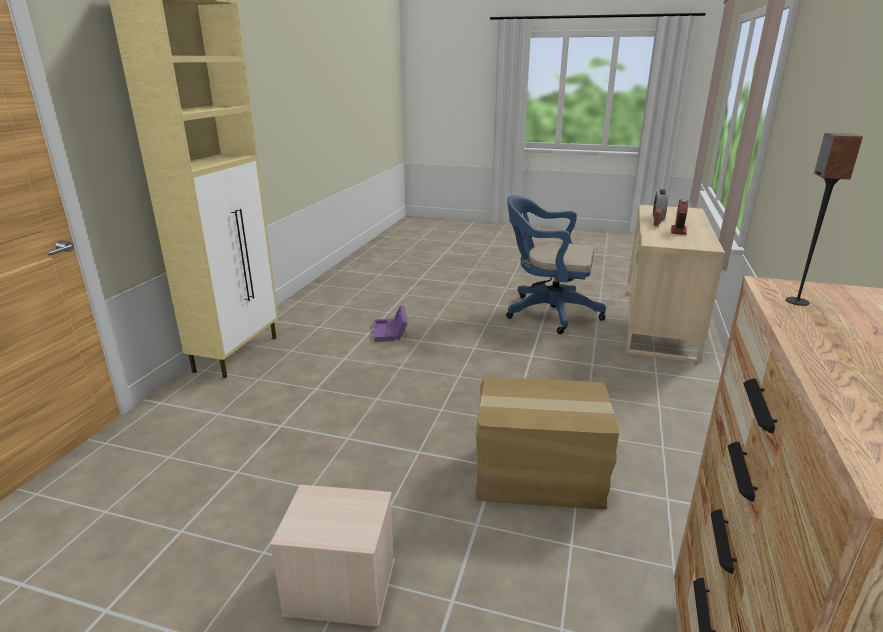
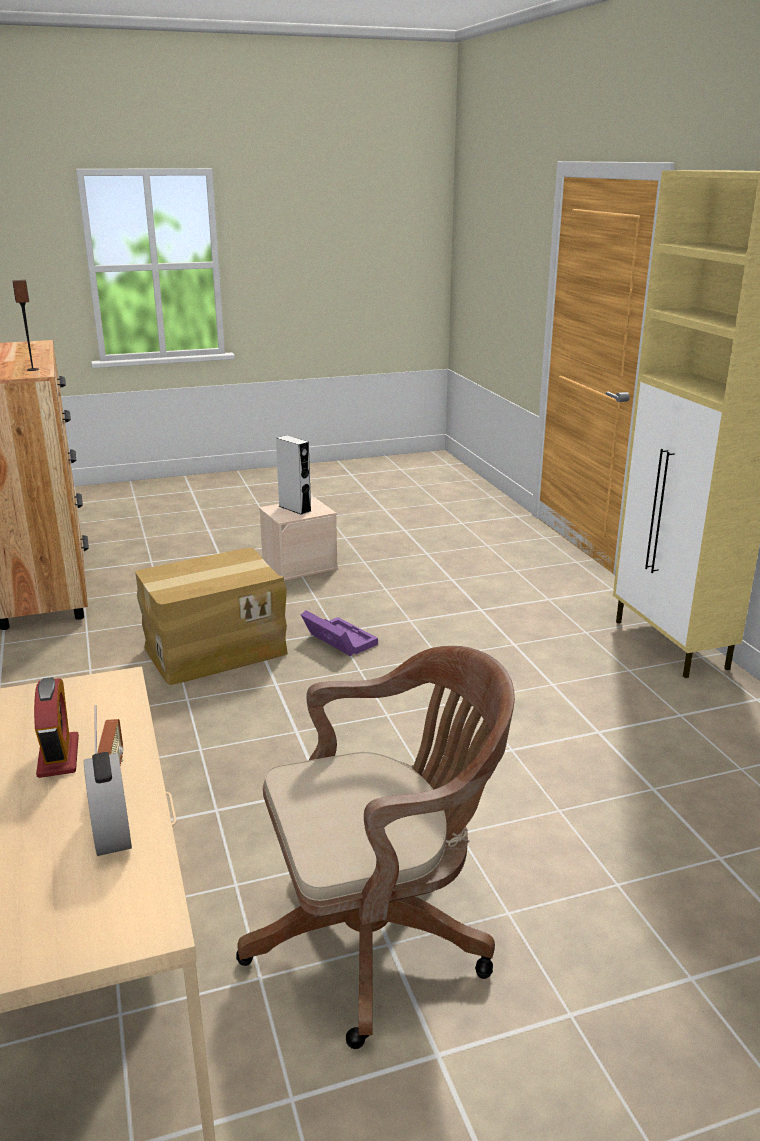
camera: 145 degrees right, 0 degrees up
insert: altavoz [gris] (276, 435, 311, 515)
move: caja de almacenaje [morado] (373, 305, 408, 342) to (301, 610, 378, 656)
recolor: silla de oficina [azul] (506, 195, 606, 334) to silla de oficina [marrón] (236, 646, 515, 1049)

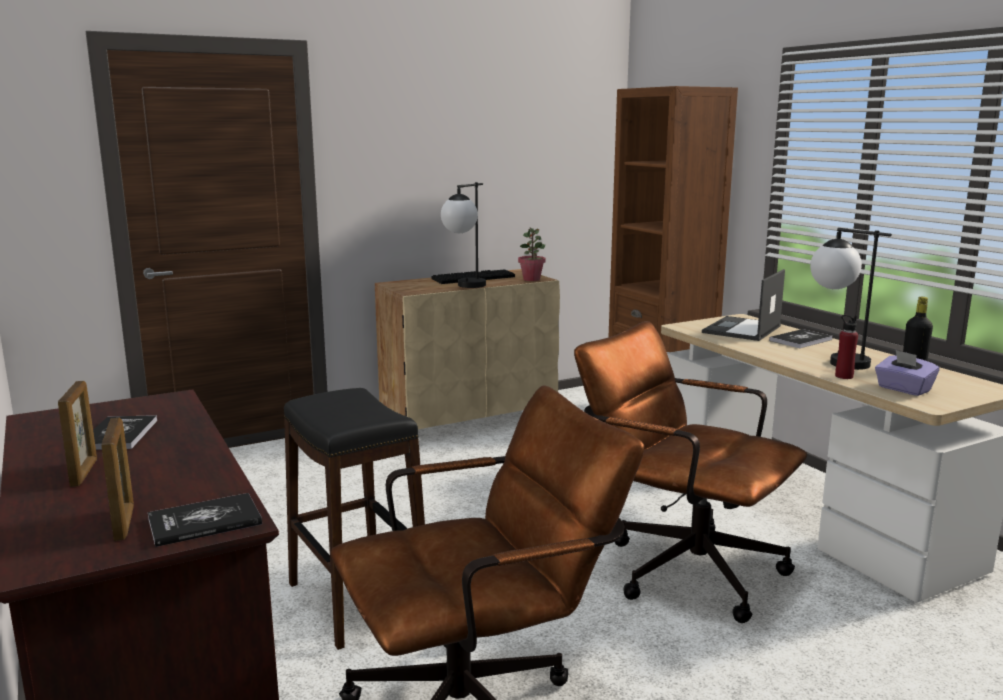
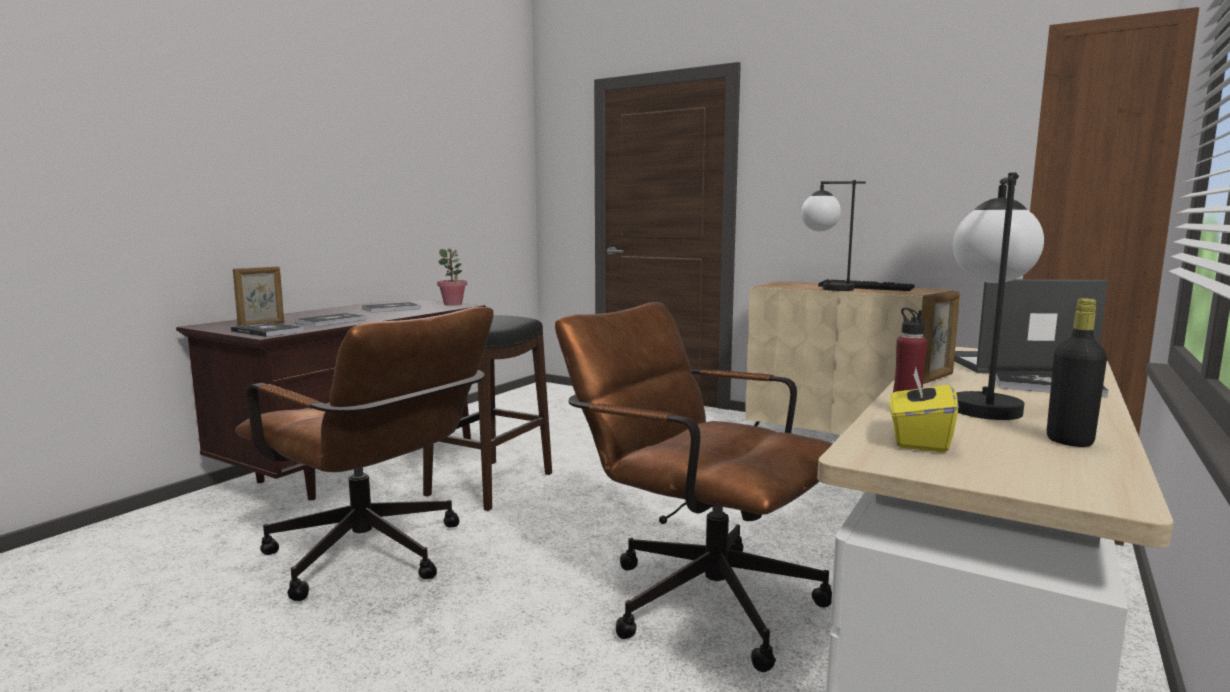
camera: 60 degrees right, 5 degrees down
insert: libro (295, 313, 366, 327)
move: planta en maceta (518, 228, 546, 281) to (437, 248, 467, 306); portarretratos (58, 381, 97, 487) to (922, 291, 960, 384)
recolor: caja de pañuelos [morado] (875, 350, 939, 396) to caja de pañuelos [amarillo] (890, 366, 958, 453)
rotate: silla de oficina [marrón] (574, 321, 807, 623) = (555, 302, 833, 672) 60 degrees counterclockwise

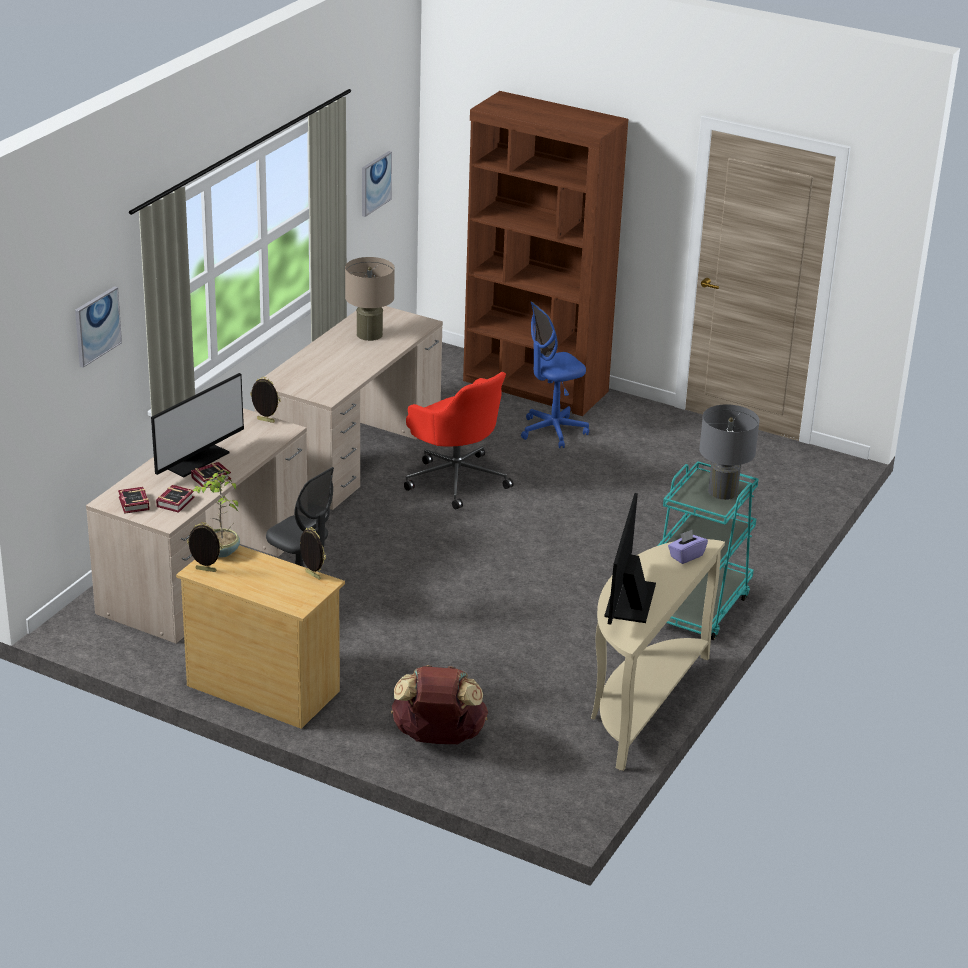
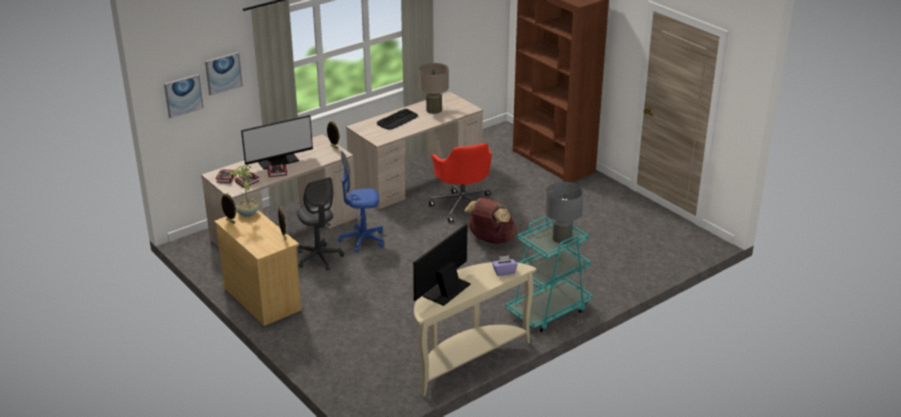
camera: 25 degrees right, 0 degrees up
insert: teclado (377, 109, 418, 130)
move: cuadro (362, 151, 392, 217) to (164, 74, 203, 118); silla de oficina [azul] (521, 301, 589, 448) to (338, 151, 384, 253); mochila [marrón] (391, 665, 488, 744) to (464, 198, 517, 244)

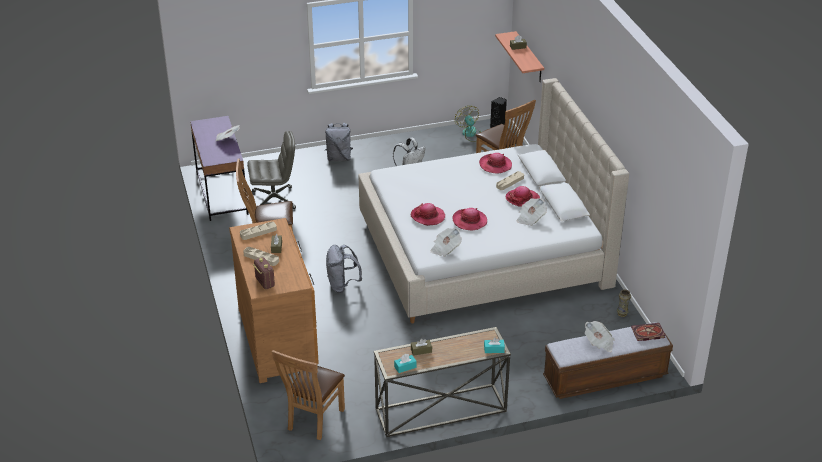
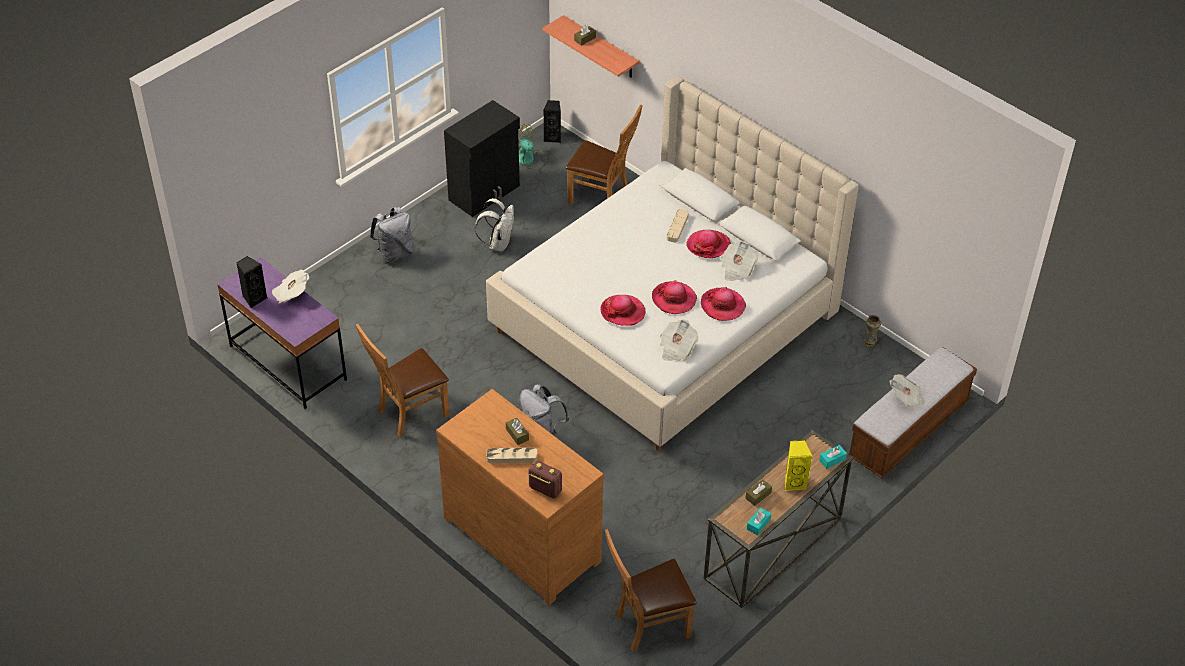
camera: 30 degrees left, 10 degrees up
delete: silla de oficina [gris] (247, 131, 296, 209); bandeja [beis] (240, 222, 277, 240); libro (631, 323, 666, 341)
insert: armario [negro] (444, 100, 520, 217); altavoz [negro] (236, 256, 267, 308); altavoz [amarillo] (785, 440, 812, 491)
move: sombrero (479, 153, 512, 174) to (701, 287, 746, 321)
rotate: silla [marrón] (272, 350, 345, 440) = (605, 529, 697, 652) 75 degrees clockwise

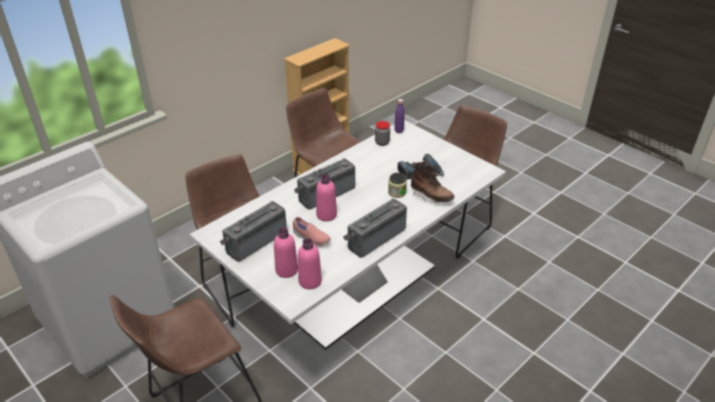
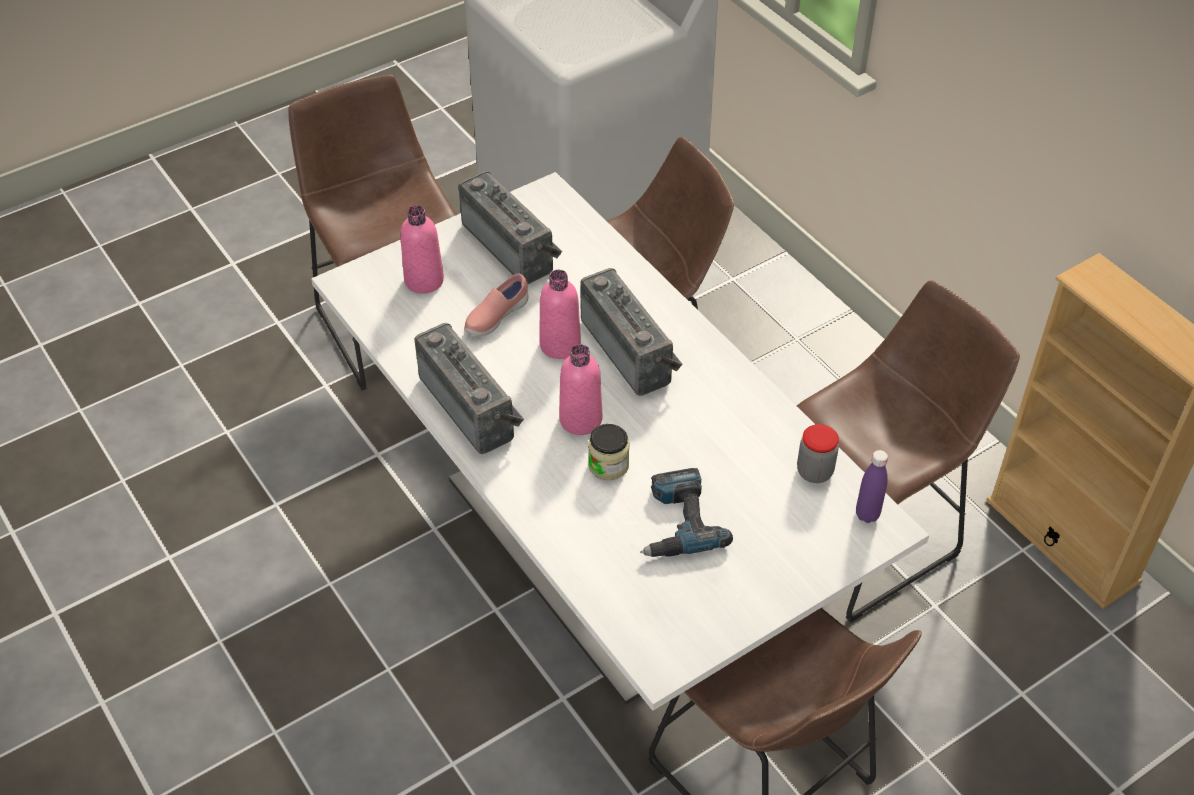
camera: 100 degrees right, 10 degrees up
delete: bota [marrón] (411, 162, 455, 203)
move: botella [rosa] (298, 238, 322, 289) to (559, 344, 602, 435)

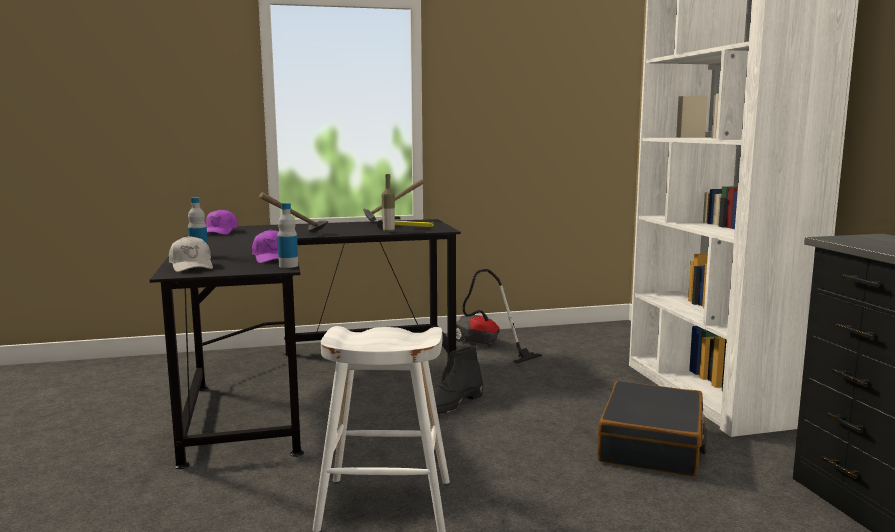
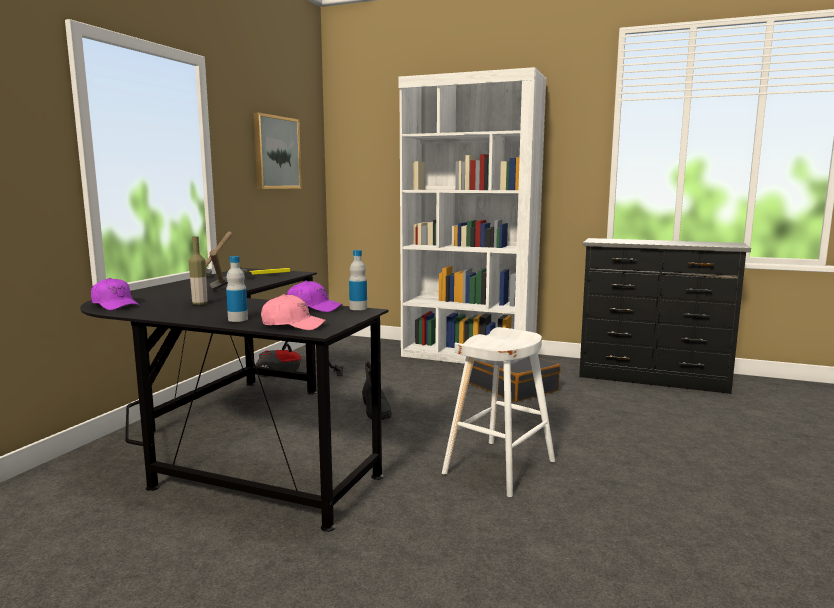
camera: 55 degrees left, 0 degrees up
insert: cuadro (254, 112, 302, 189)
move: botella (382, 174, 395, 232) to (189, 236, 207, 305)
recolor: gorra [blanco] (169, 236, 213, 272) to gorra [rosa] (261, 294, 326, 330)

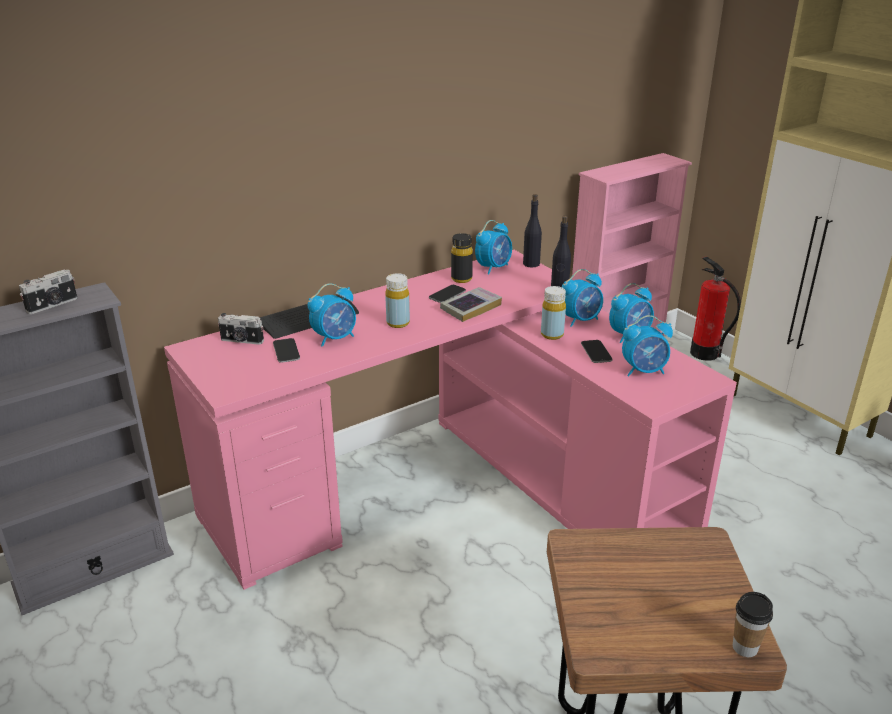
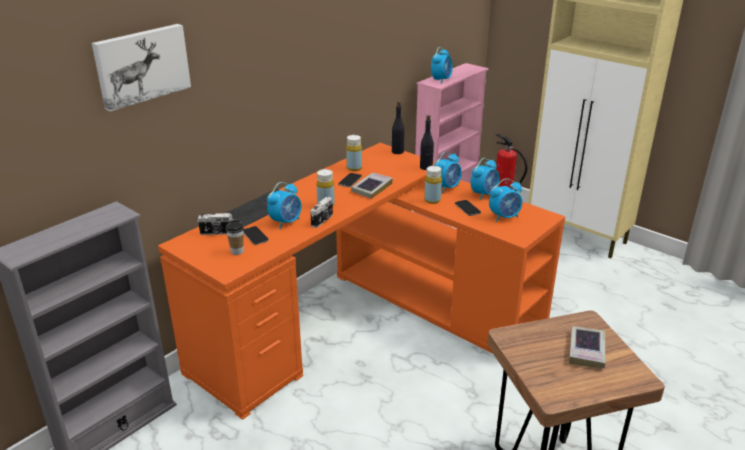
camera: 15 degrees left, 0 degrees up
insert: cuadro (92, 24, 191, 111); libro (569, 326, 605, 368)
move: despertador (475, 220, 512, 274) to (431, 47, 453, 84); cámara (19, 269, 77, 314) to (310, 197, 333, 228); taza (733, 592, 773, 657) to (225, 220, 244, 255)
recolor: botella [negro] (451, 233, 473, 283) to botella [amarillo] (346, 135, 362, 171); escritorio [rosa] (164, 250, 737, 590) to escritorio [naranja] (158, 143, 565, 420)

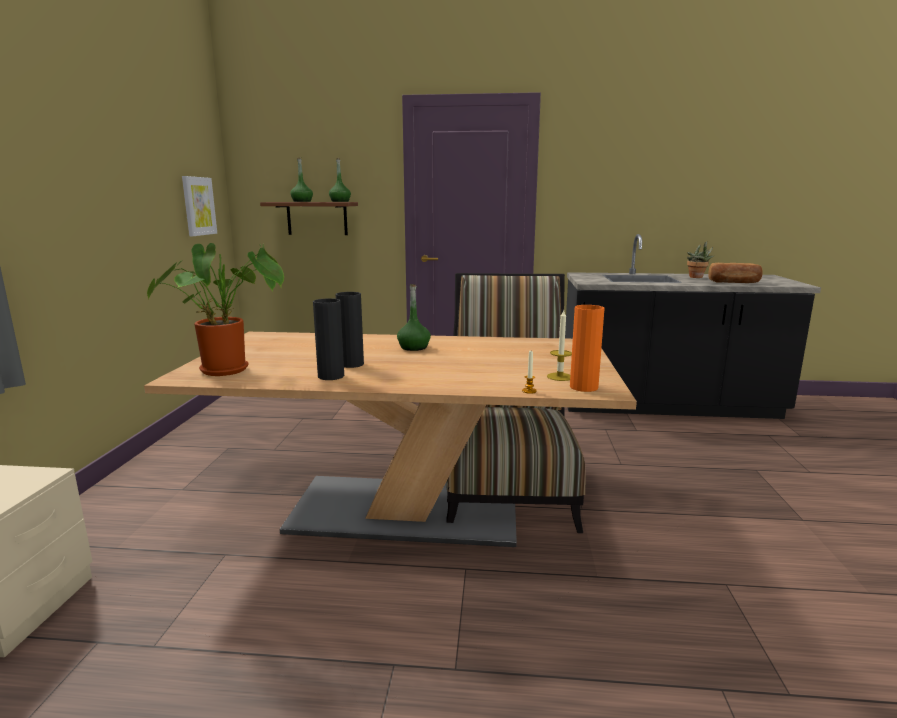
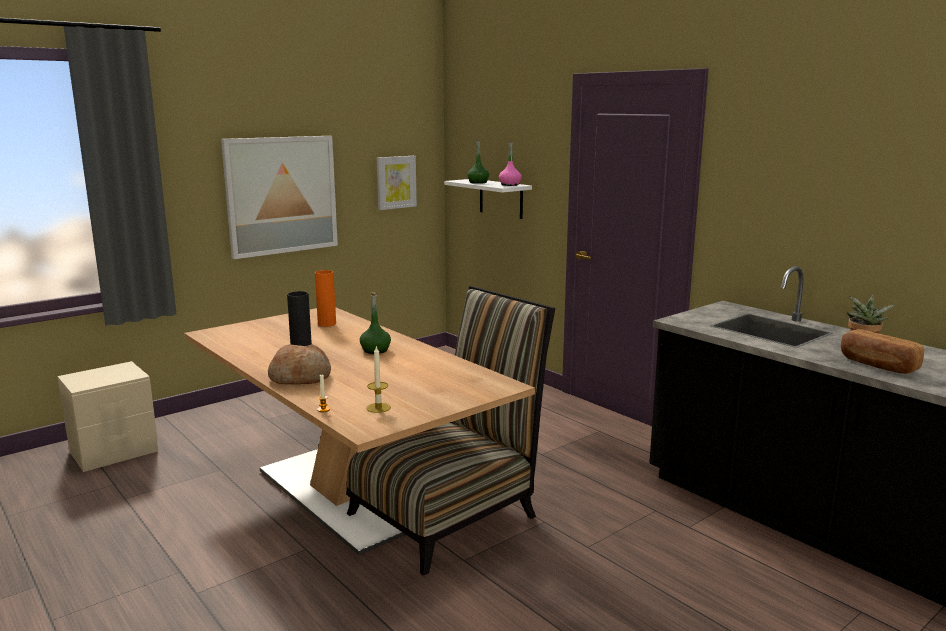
camera: 45 degrees right, 0 degrees up
delete: planta en maceta (147, 243, 284, 376); florero [negro] (313, 298, 344, 380)
insert: cuadro (221, 136, 338, 259); pan (268, 344, 331, 384)
move: florero [naranja] (570, 305, 605, 392) to (315, 270, 336, 327)
recolor: botella [verde] (329, 158, 351, 202) to botella [rosa] (499, 141, 522, 186); estante [marrón] (260, 202, 358, 235) to estante [blanco] (444, 179, 532, 219)

